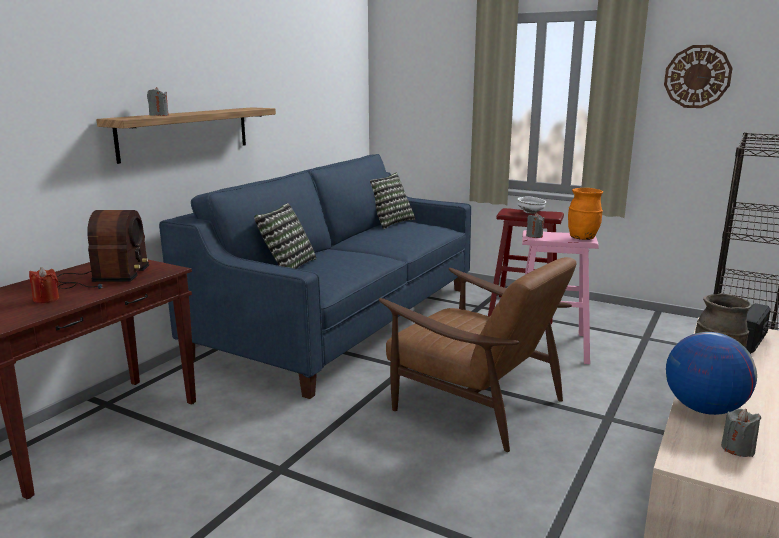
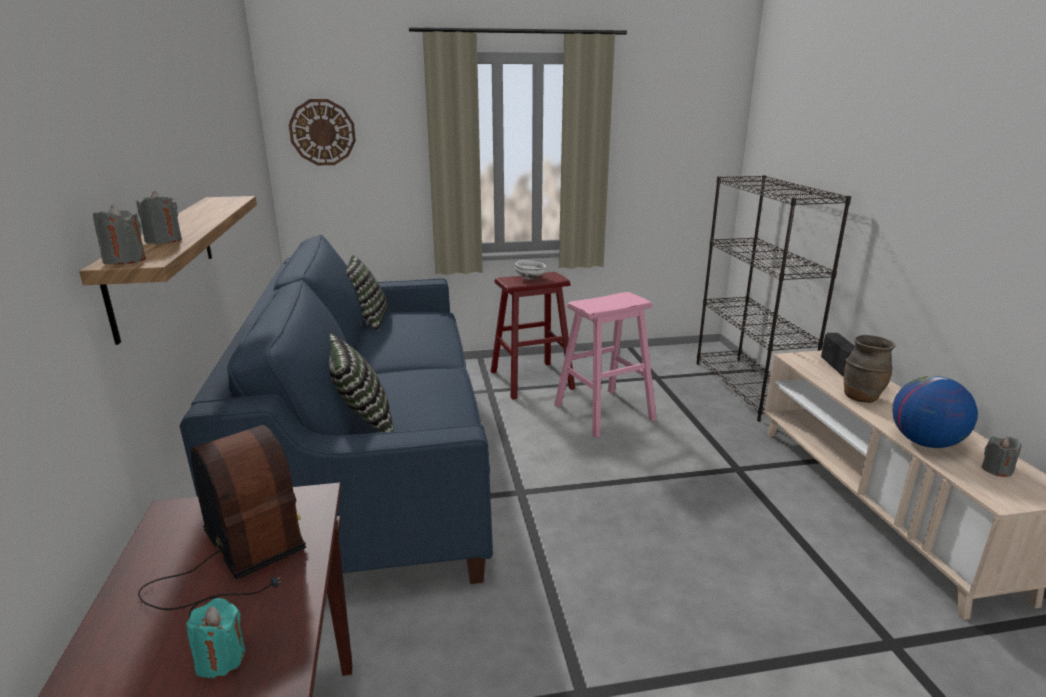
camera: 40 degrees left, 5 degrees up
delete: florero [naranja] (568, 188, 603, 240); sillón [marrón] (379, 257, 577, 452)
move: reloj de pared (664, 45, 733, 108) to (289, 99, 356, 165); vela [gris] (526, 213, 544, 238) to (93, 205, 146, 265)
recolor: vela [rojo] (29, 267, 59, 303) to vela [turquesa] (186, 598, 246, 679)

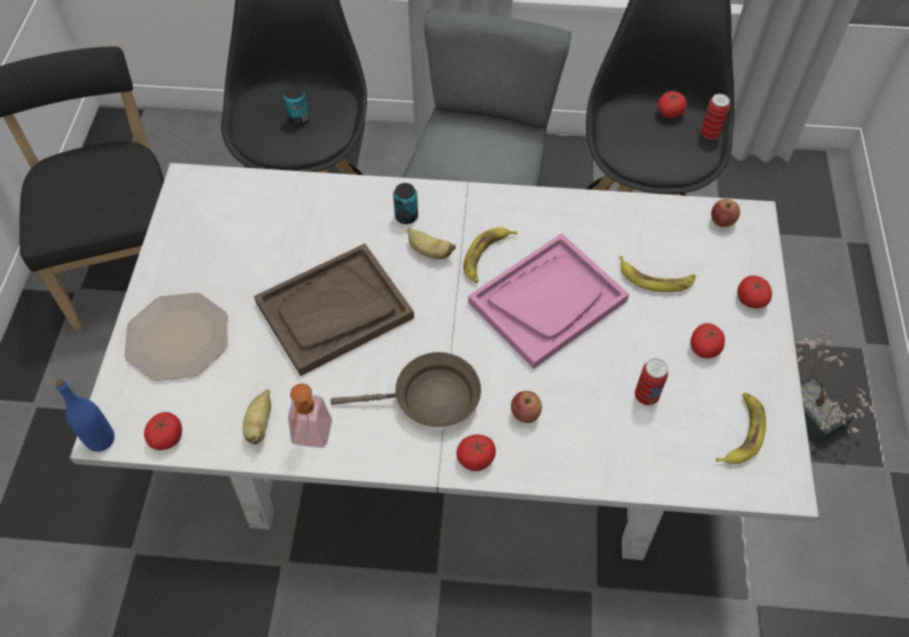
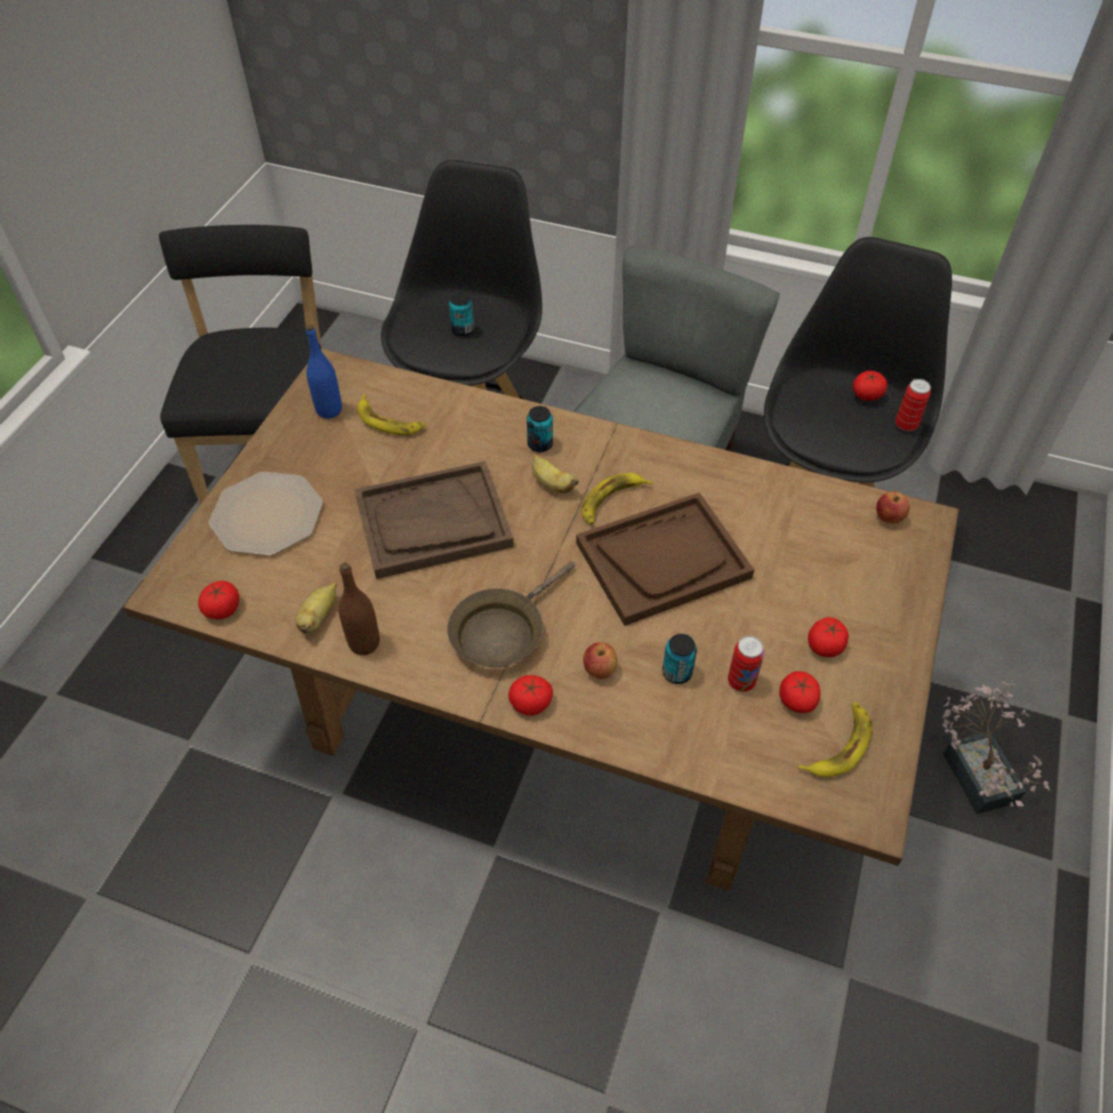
camera: 15 degrees right, 5 degrees down
insert: lata (662, 634, 697, 684)
move: plátano (619, 256, 696, 292) to (357, 394, 425, 435); tomate (737, 276, 772, 308) to (779, 671, 821, 713); botella [azul] (55, 379, 115, 452) to (306, 325, 342, 419)
replace: dispensador de jabón (288, 383, 332, 448) to botella [marrón] (339, 562, 380, 655)
recolor: mesa de comedor [blanco] (70, 163, 819, 560) to mesa de comedor [marrón] (123, 348, 959, 891); bandeja [rosa] (468, 233, 629, 369) to bandeja [marrón] (576, 492, 754, 626)
rotate: sartén [marrón] (330, 352, 481, 427) = (447, 561, 576, 668) 120 degrees clockwise

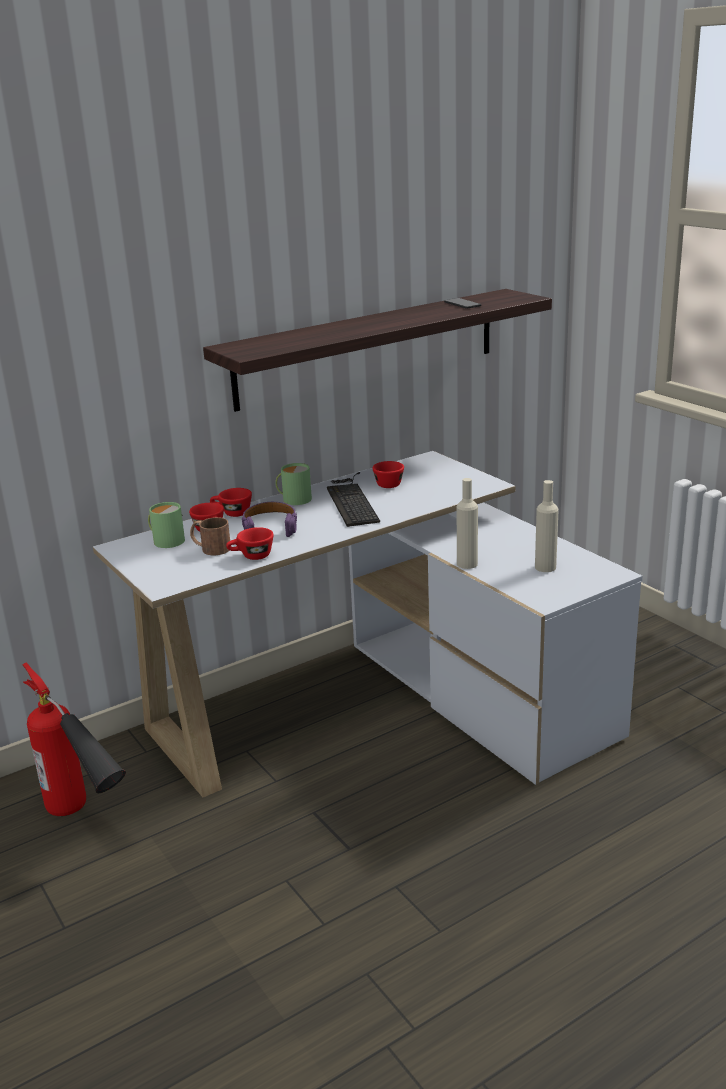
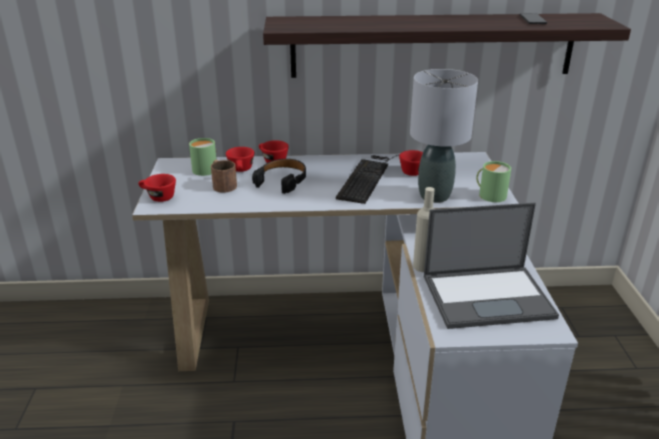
camera: 30 degrees right, 5 degrees up
delete: extintor (22, 663, 126, 816)
insert: lámpara de mesa [gris] (410, 69, 478, 203)
move: taza grande [verde] (275, 463, 312, 505) to (476, 161, 511, 202); taza [rojo] (226, 527, 274, 560) to (138, 174, 176, 202)
replace: botella [beis] (535, 480, 558, 572) to portátil (424, 203, 559, 329)
recolor: auriculares [morado] (242, 502, 297, 537) to auriculares [negro] (252, 159, 306, 194)

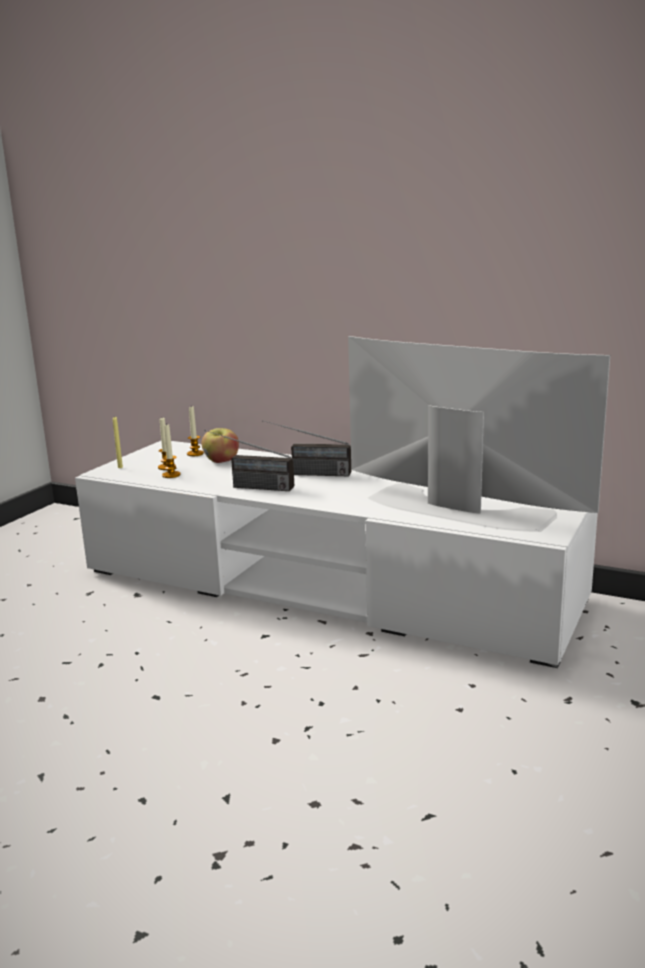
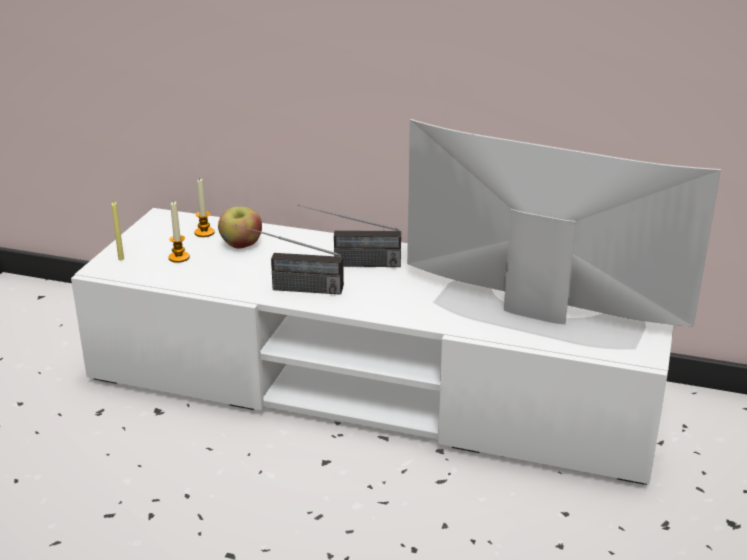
camera: 10 degrees left, 10 degrees up
delete: vela (162, 423, 181, 478)

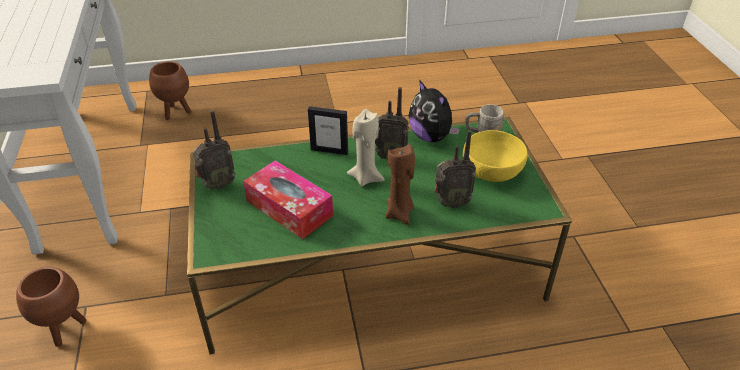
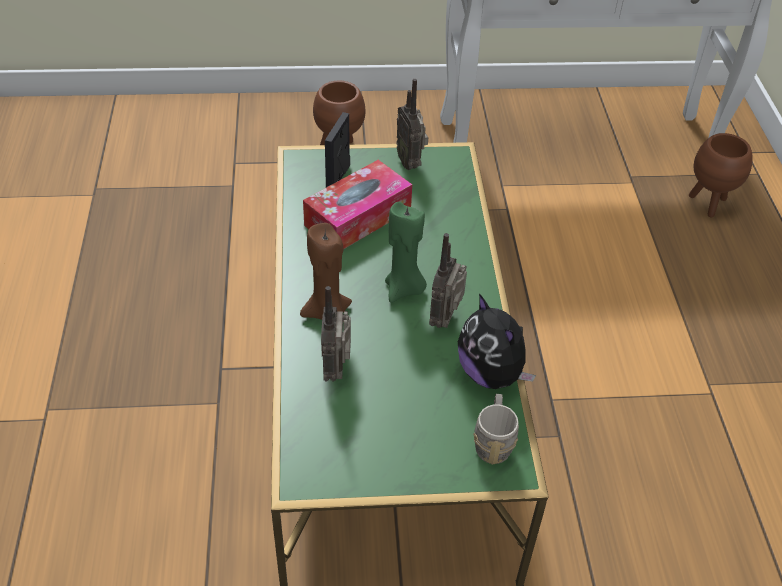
camera: 95 degrees right, 5 degrees up
delete: cuenco [amarillo] (463, 130, 528, 182)
move: portarretratos (308, 106, 348, 155) to (325, 112, 350, 187)
recolor: vela [beis] (347, 109, 385, 187) to vela [verde] (385, 201, 427, 303)
rotate: peluche (408, 80, 460, 142) = (458, 293, 536, 389) 90 degrees counterclockwise

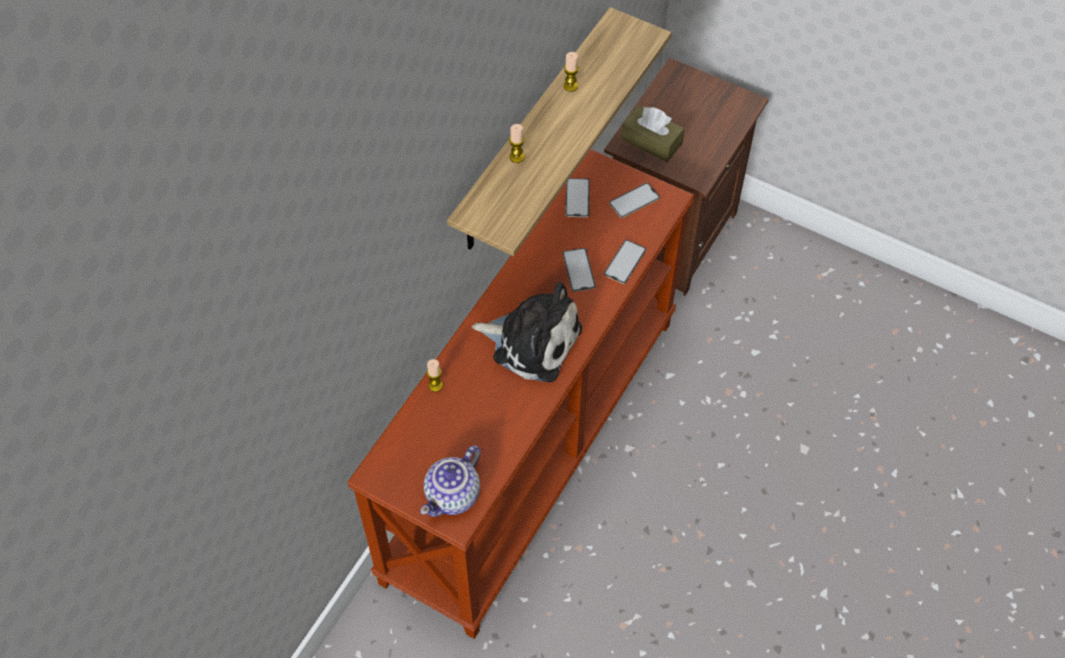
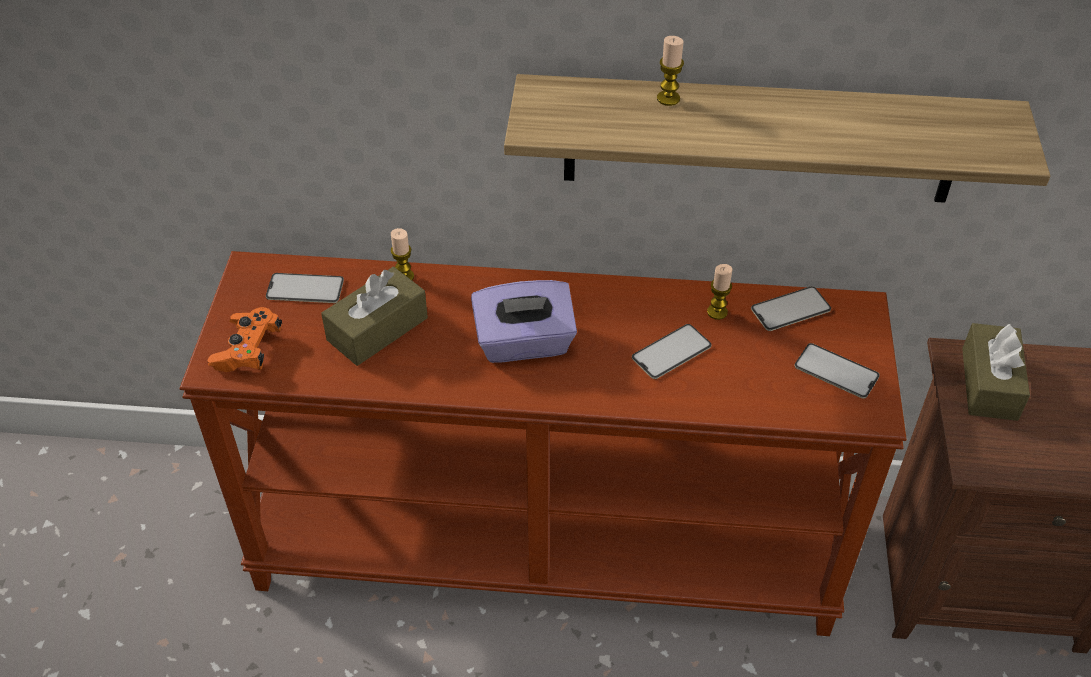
camera: 65 degrees right, 10 degrees down
insert: caja de pañuelos [marrón] (321, 267, 428, 366)
move: vela (564, 52, 579, 92) to (707, 264, 732, 320); móvil (604, 240, 646, 284) to (266, 273, 344, 303)
replace: peluche (472, 281, 582, 383) to caja de pañuelos [morado] (471, 280, 577, 363); tetera (420, 445, 481, 517) to mando de consola [naranja] (207, 307, 282, 372)

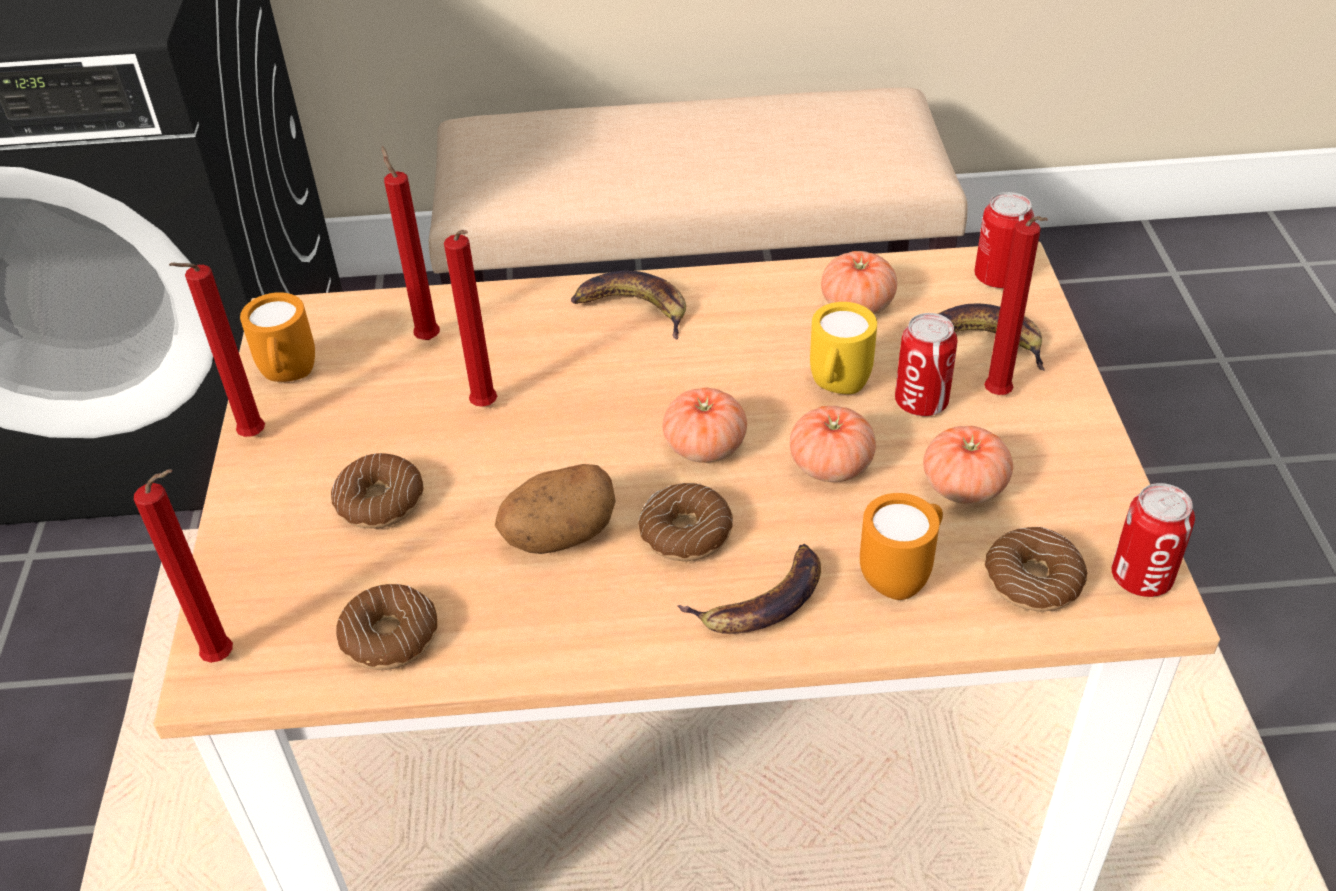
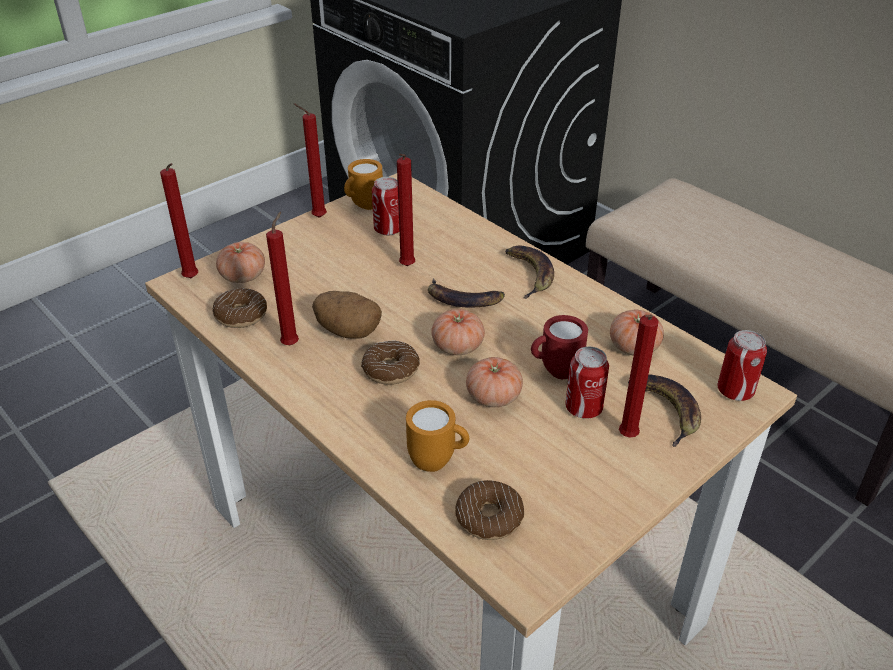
camera: 50 degrees right, 5 degrees down
delete: rosquilla (331, 453, 423, 529)
move: vela [rojo] (381, 146, 440, 340) to (266, 212, 299, 345); tomate (923, 426, 1013, 504) to (216, 242, 265, 283); lata (1111, 483, 1195, 597) to (372, 177, 399, 235); plátano (677, 544, 821, 634) to (428, 279, 505, 307)
recolor: taza grande [amarillo] (810, 302, 877, 394) to taza grande [rojo] (531, 315, 588, 379)

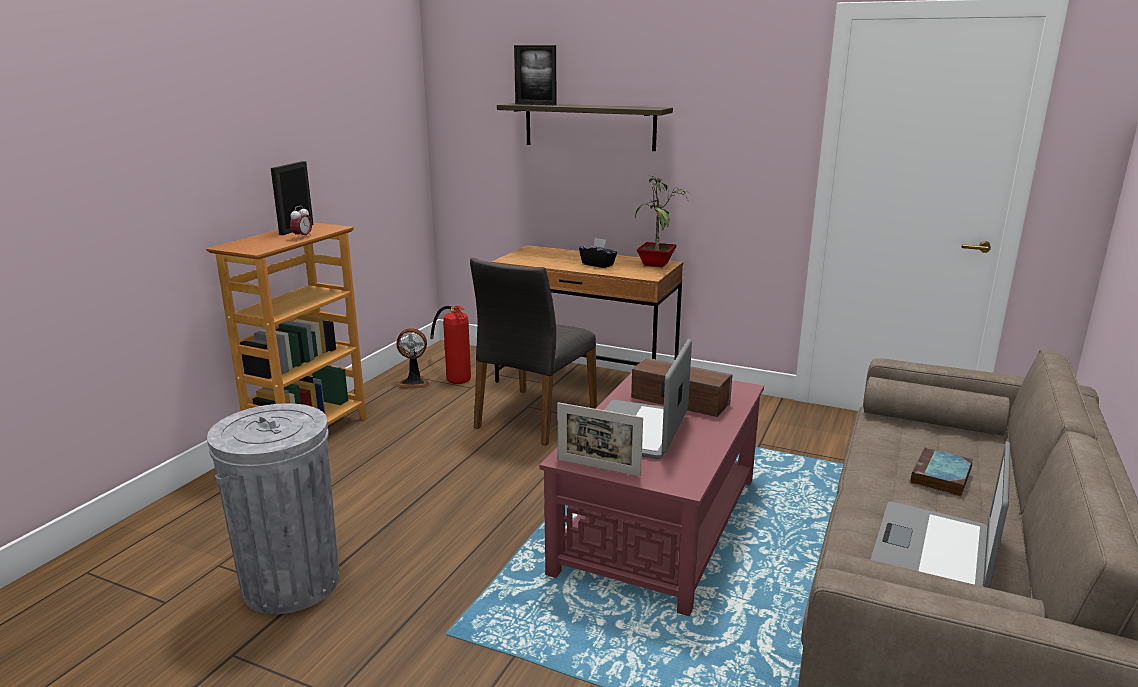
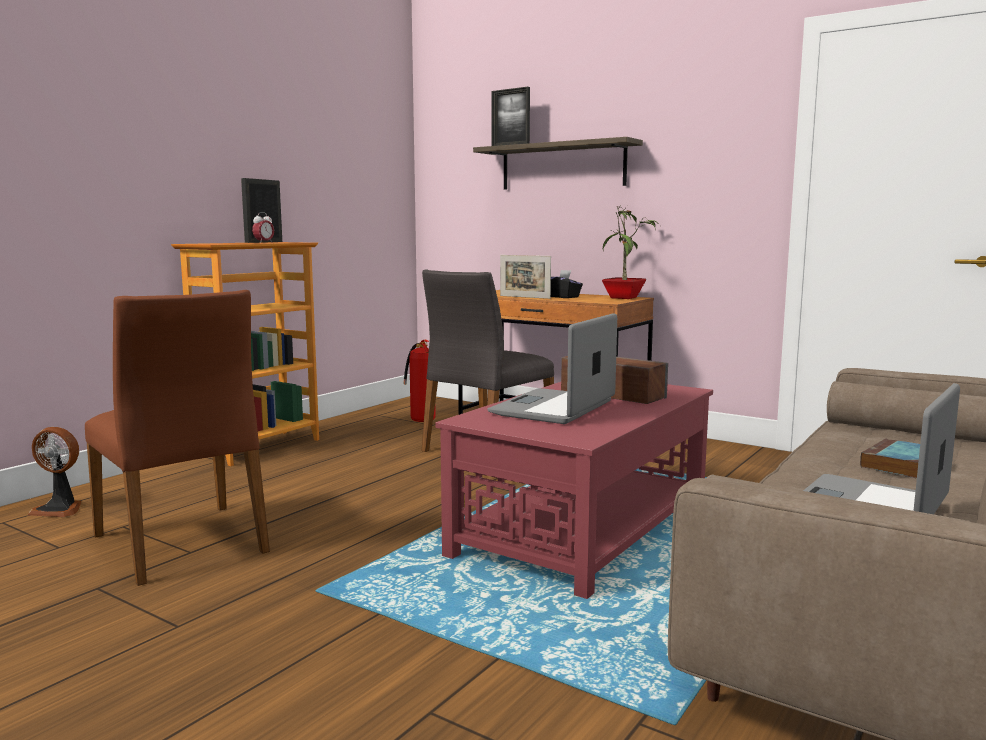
camera: 10 degrees right, 10 degrees down
move: ventilador (396, 328, 429, 388) to (28, 427, 82, 517); portarretratos (557, 402, 643, 476) to (500, 255, 551, 299)
replace: papelera [gris] (207, 403, 340, 614) to silla [marrón] (85, 290, 270, 586)

